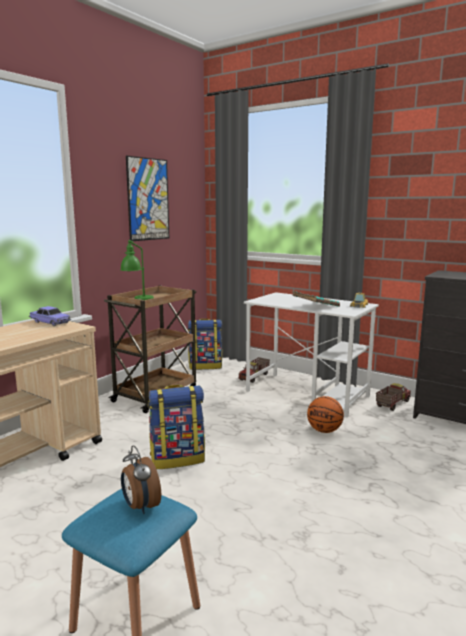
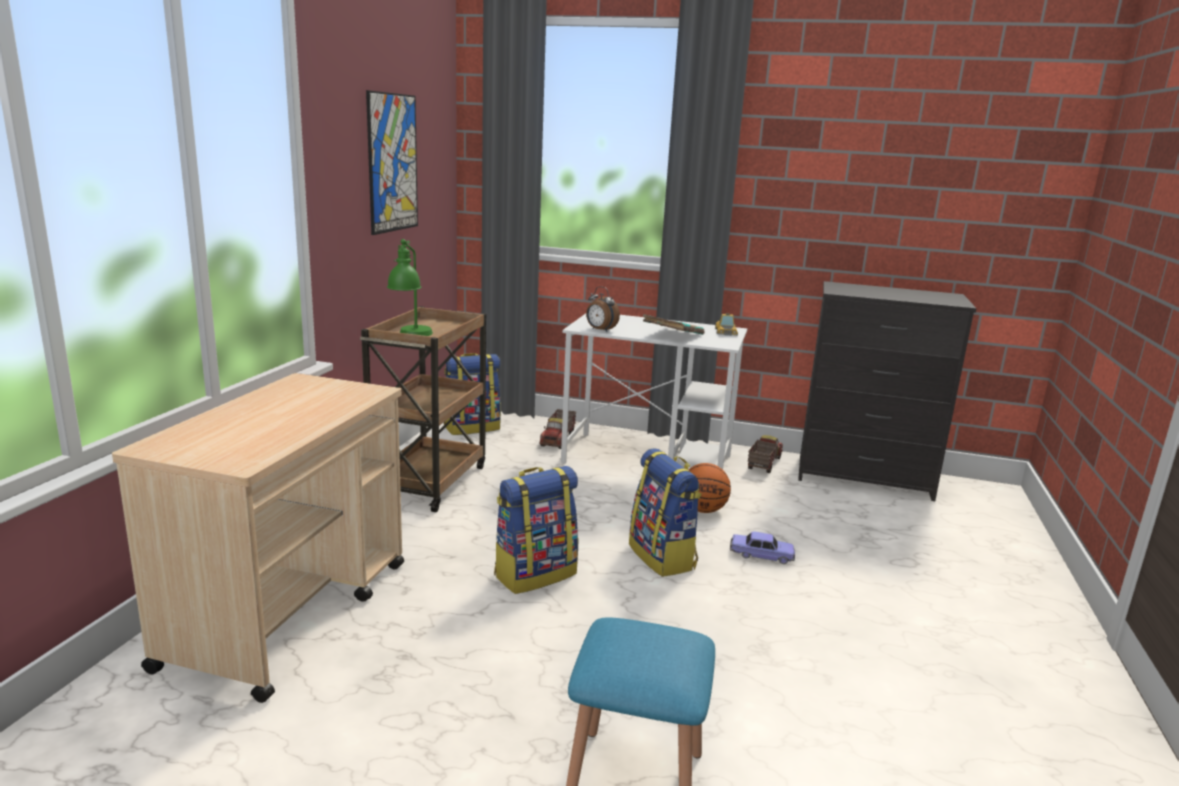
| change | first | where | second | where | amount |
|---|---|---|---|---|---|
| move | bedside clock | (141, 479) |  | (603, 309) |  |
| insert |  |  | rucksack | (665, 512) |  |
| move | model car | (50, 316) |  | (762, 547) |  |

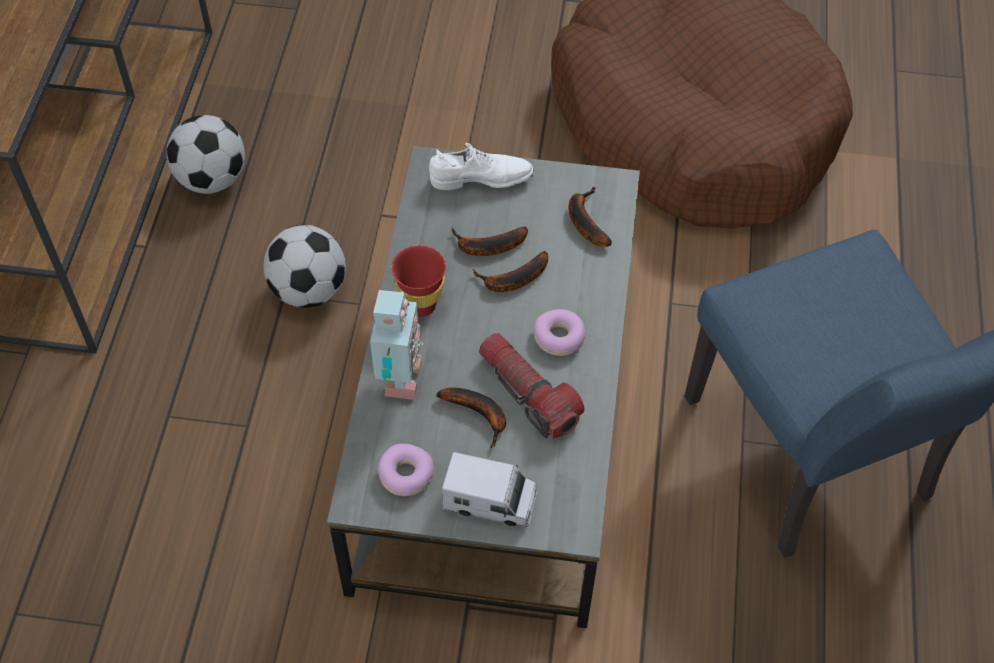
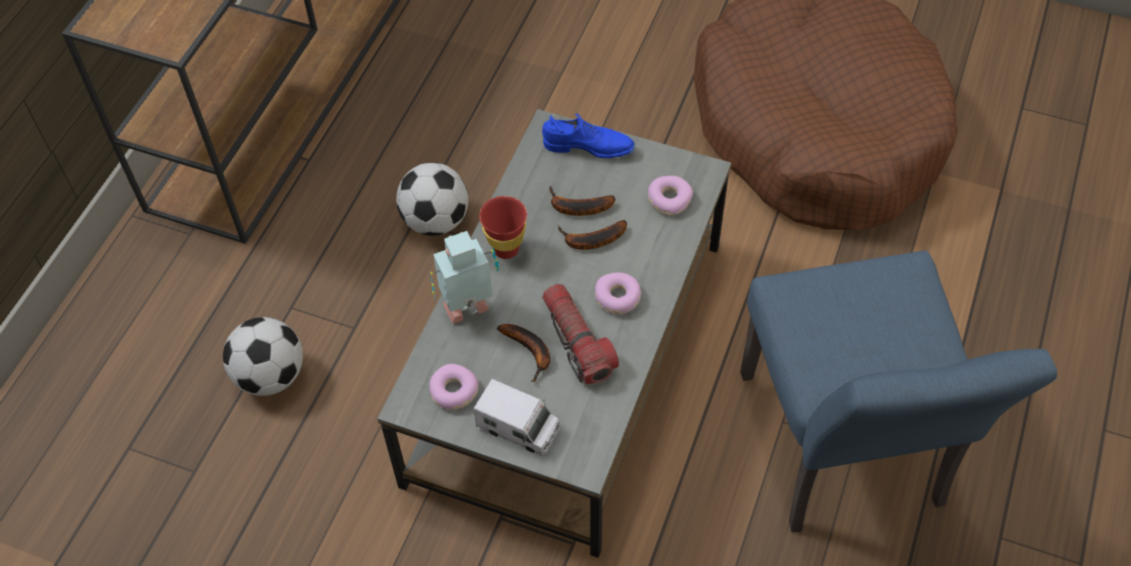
| change | first | where | second | where | amount |
|---|---|---|---|---|---|
| move | ball for football | (205, 154) |  | (263, 356) |  |
| rotate | robot figure | (397, 345) |  | (464, 277) | 135 degrees counterclockwise |
| recolor | shoe (whitish) | (481, 166) | shoe (bluish) | (588, 135) |  |
| replace | whole banana | (590, 217) | donut | (670, 195) |  |

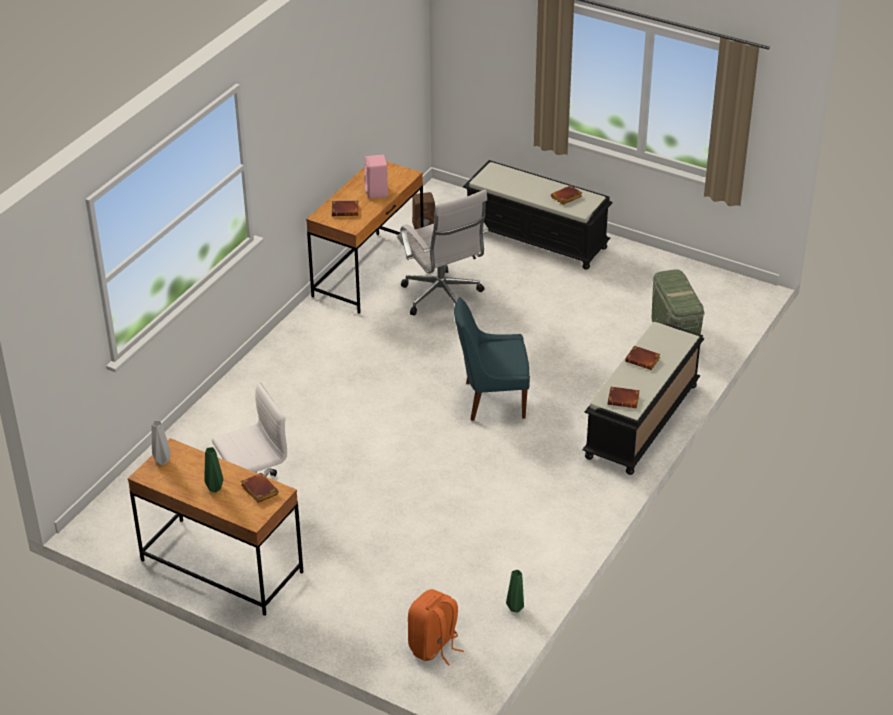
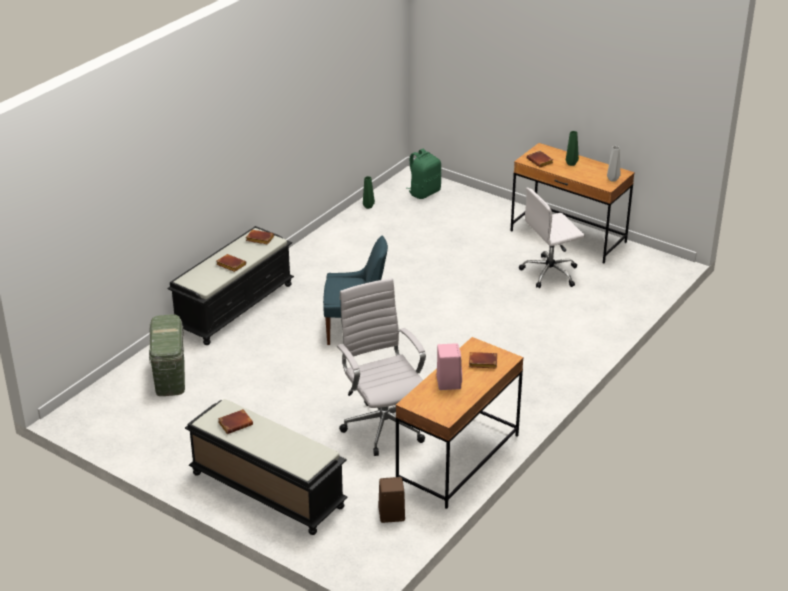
| change | first | where | second | where | amount |
|---|---|---|---|---|---|
| recolor | rucksack (orange-coloured) | (436, 627) | rucksack (green-coloured) | (424, 174) |  |

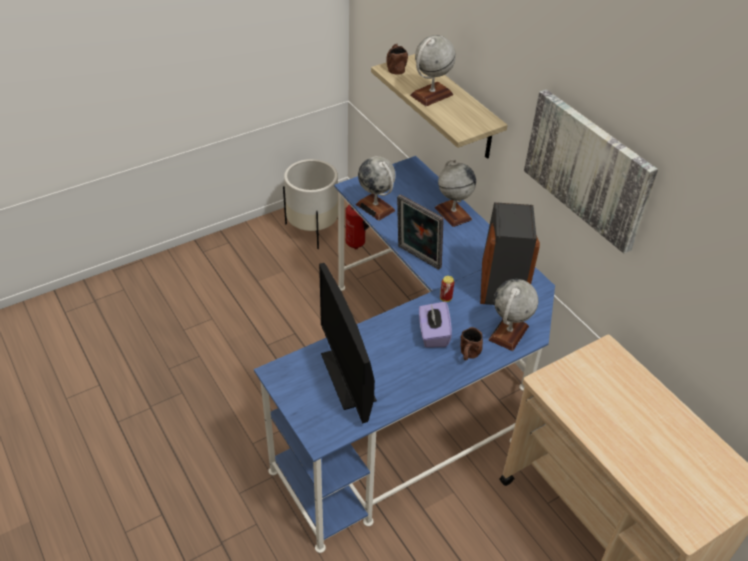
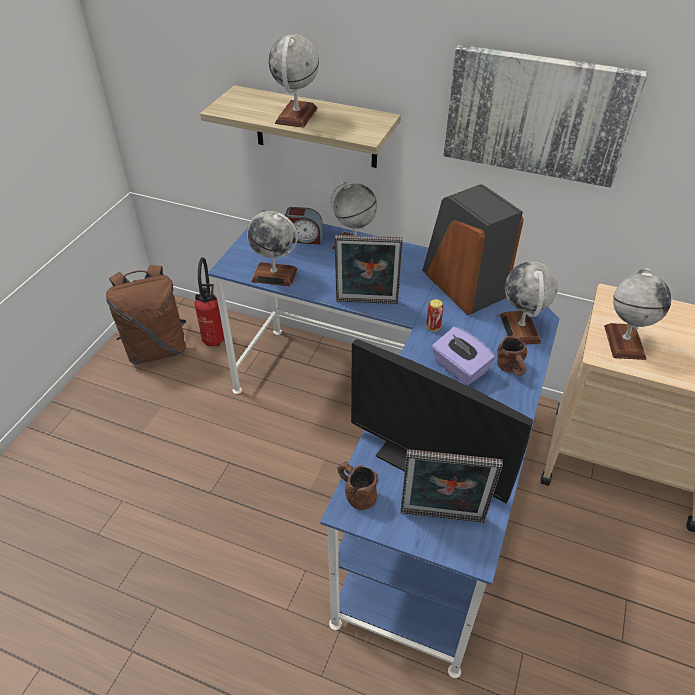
| change | first | where | second | where | amount |
|---|---|---|---|---|---|
| replace | plant pot (whitish) | (310, 204) | rucksack (brownish) | (146, 315) |  |
| insert |  |  | bedside clock | (304, 225) |  |
| move | tea mug (brownish) | (397, 59) |  | (357, 485) |  |
| insert |  |  | picture frame | (452, 486) |  |
| insert |  |  | world globe | (637, 314) |  |

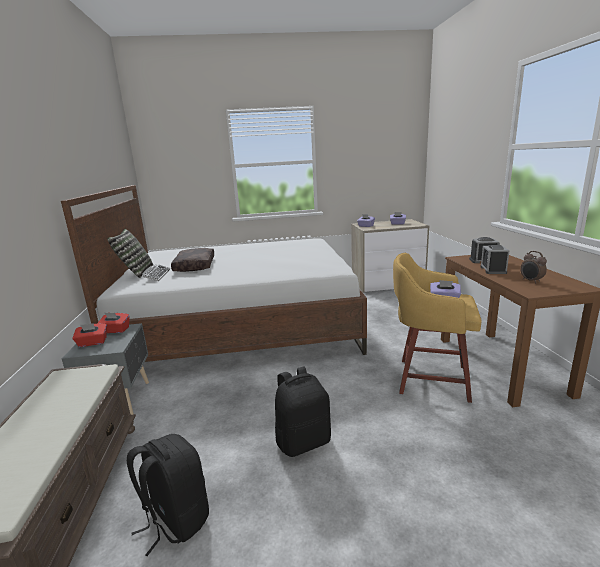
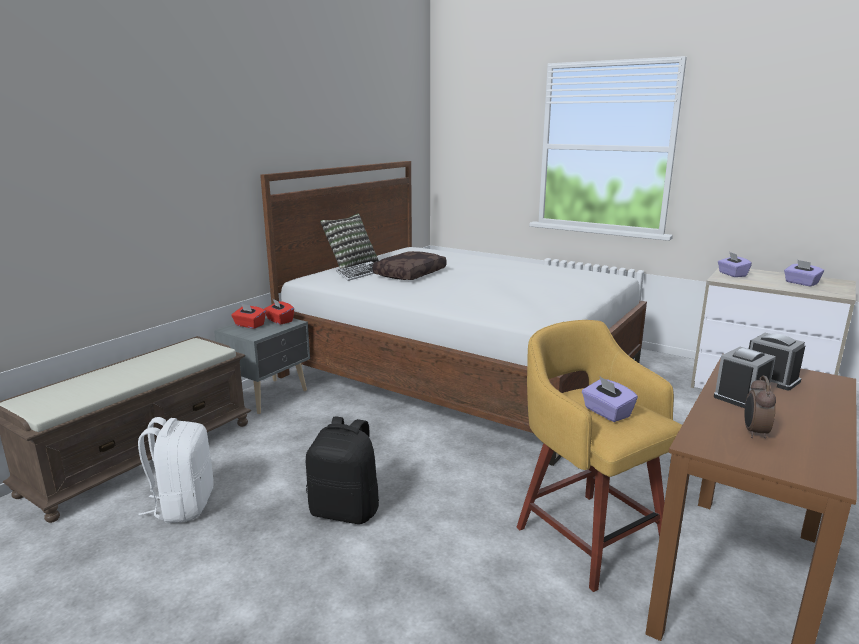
| change | first | where | second | where | amount |
|---|---|---|---|---|---|
| recolor | rucksack (black-coloured) | (168, 495) | rucksack (whitish) | (176, 470) |  |

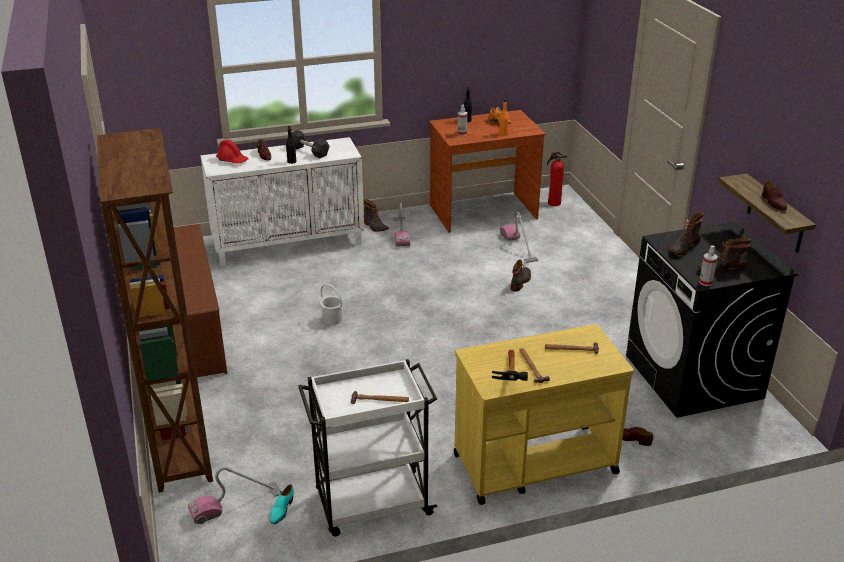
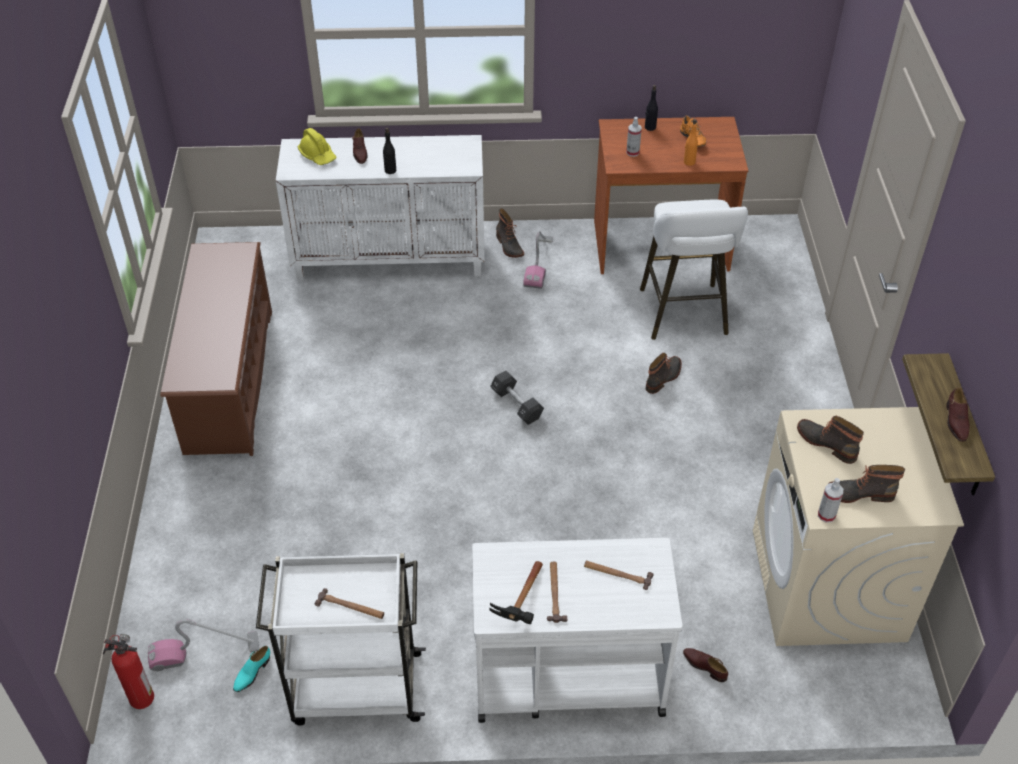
| change | first | where | second | where | amount |
|---|---|---|---|---|---|
| move | fire-fighting cylinder | (557, 179) |  | (128, 671) |  |
| recolor | hard hat (red-coloured) | (232, 152) | hard hat (yellow-coloured) | (317, 146) |  |
| recolor | cart (yellow-coloured) | (544, 414) | cart (whitish) | (577, 630) |  |
| move | hand weight (black-coloured) | (310, 144) |  | (517, 398) |  |
| replace | vacuum | (519, 237) | stool (whitish) | (694, 270) |  |
| recolor | laundry machine (black-coloured) | (712, 319) | laundry machine (beige) | (858, 526) |  |
| rotate | high-top boot | (686, 233) |  | (830, 440) | 75 degrees clockwise |
| delete | shelving unit (brownish) | (155, 310) |  |  |  |
| delete | pail (whitish) | (331, 304) |  |  |  |

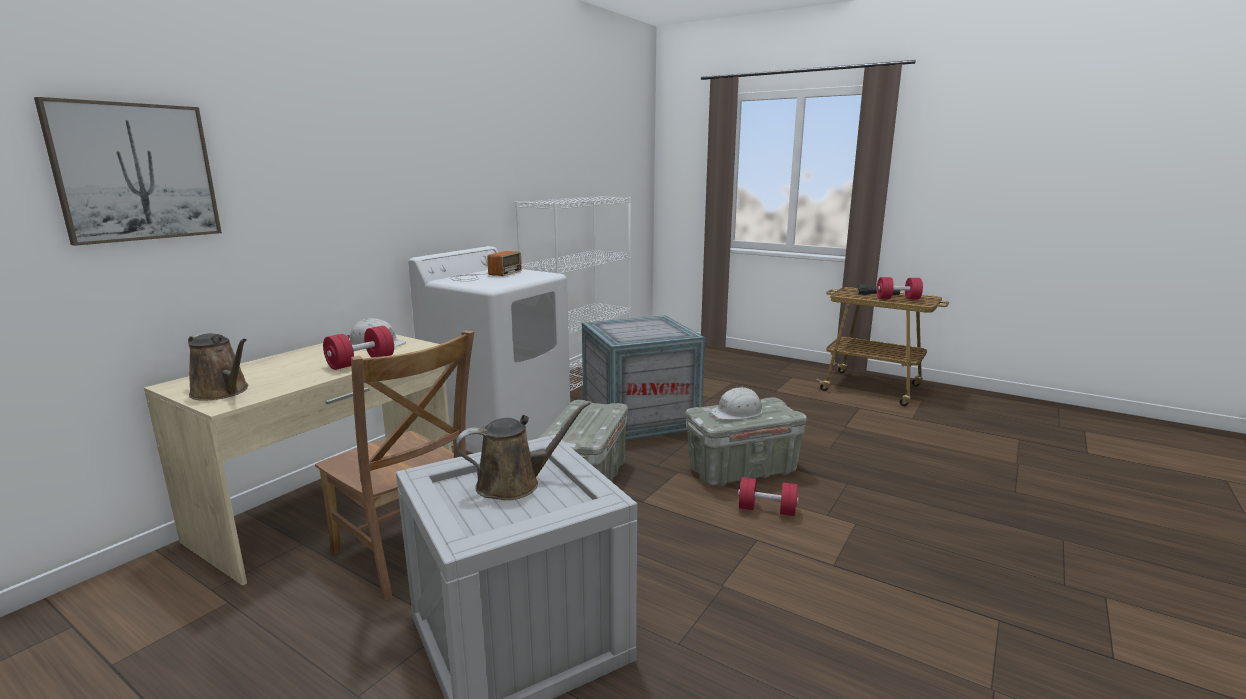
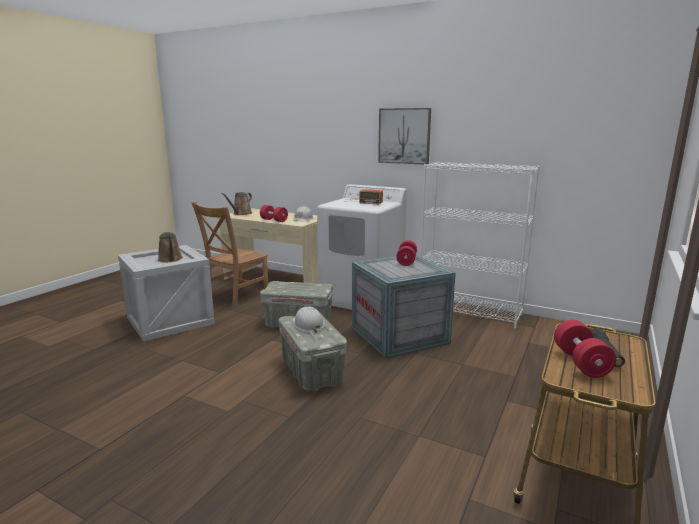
| change | first | where | second | where | amount |
|---|---|---|---|---|---|
| move | wall picture | (128, 171) |  | (404, 136) |  |
| move | hand weight (red-coloured) | (768, 496) |  | (406, 253) |  |

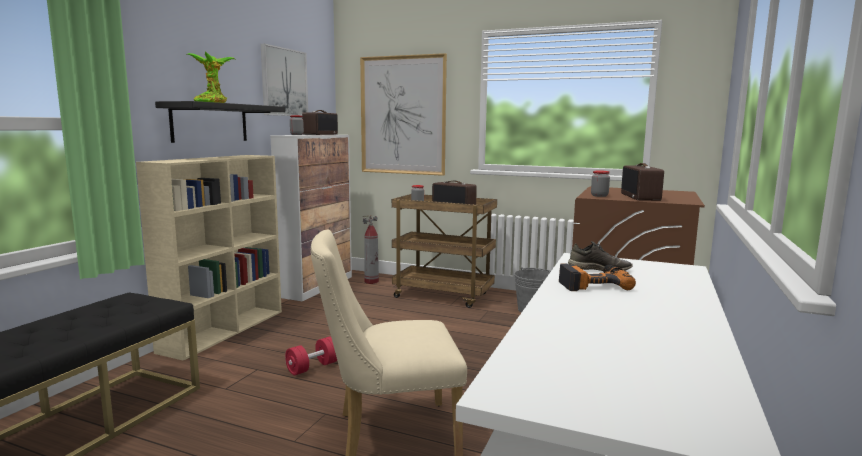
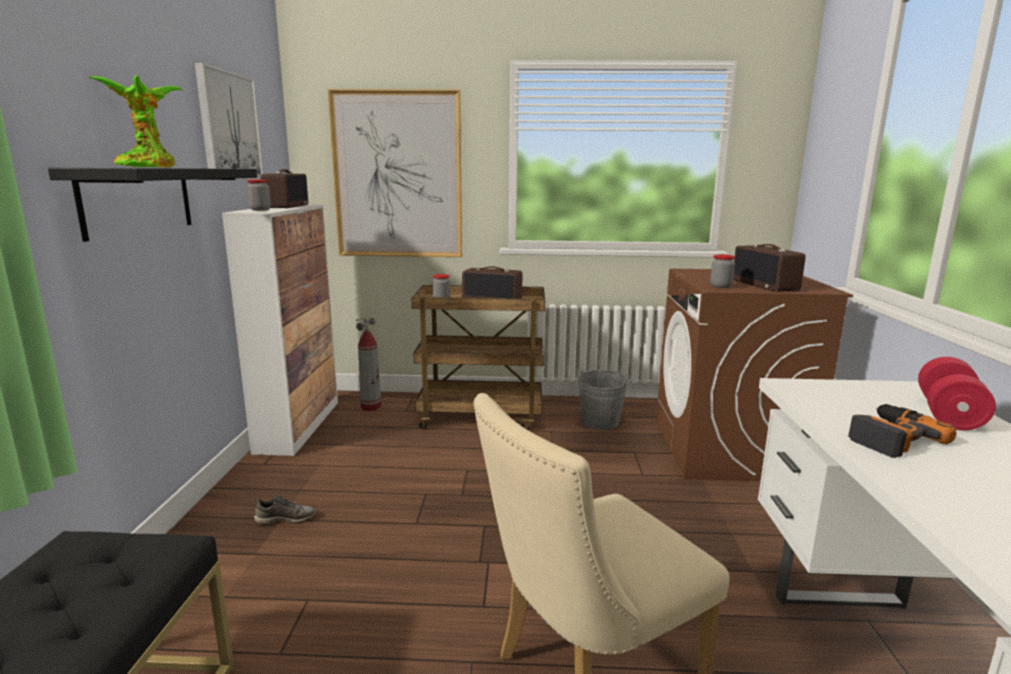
| change | first | where | second | where | amount |
|---|---|---|---|---|---|
| move | shoe (grey) | (600, 256) |  | (285, 510) |  |
| move | hand weight (red-coloured) | (311, 356) |  | (957, 393) |  |
| delete | shelving unit (beige) | (209, 258) |  |  |  |

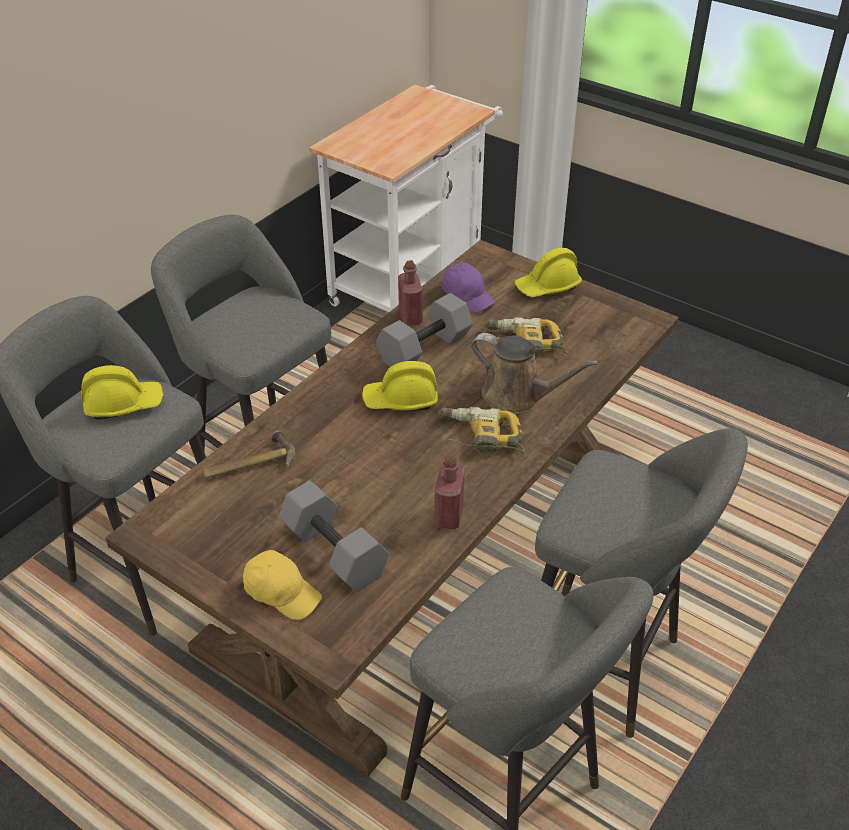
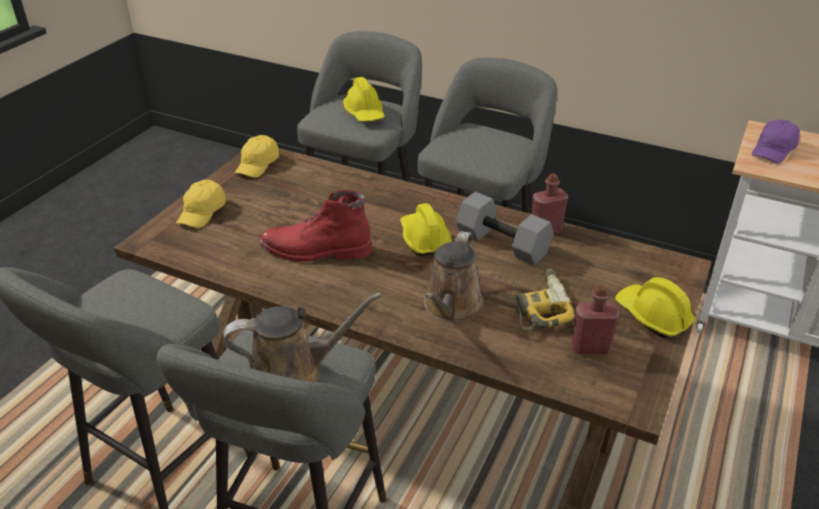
| change | first | where | second | where | amount |
|---|---|---|---|---|---|
| insert |  |  | watering pot (brownish) | (302, 337) |  |
| insert |  |  | baseball cap (yellow-coloured) | (257, 156) |  |
| insert |  |  | high-top boot (red-coloured) | (316, 226) |  |
| move | drink bottle (red-coloured) | (449, 492) |  | (596, 319) |  |
| move | baseball cap (purplish) | (469, 288) |  | (776, 141) |  |
| delete | tool hammer | (249, 454) |  |  |  |
| delete | hand weight (grey) | (334, 536) |  |  |  |
| delete | drill | (481, 430) |  |  |  |

